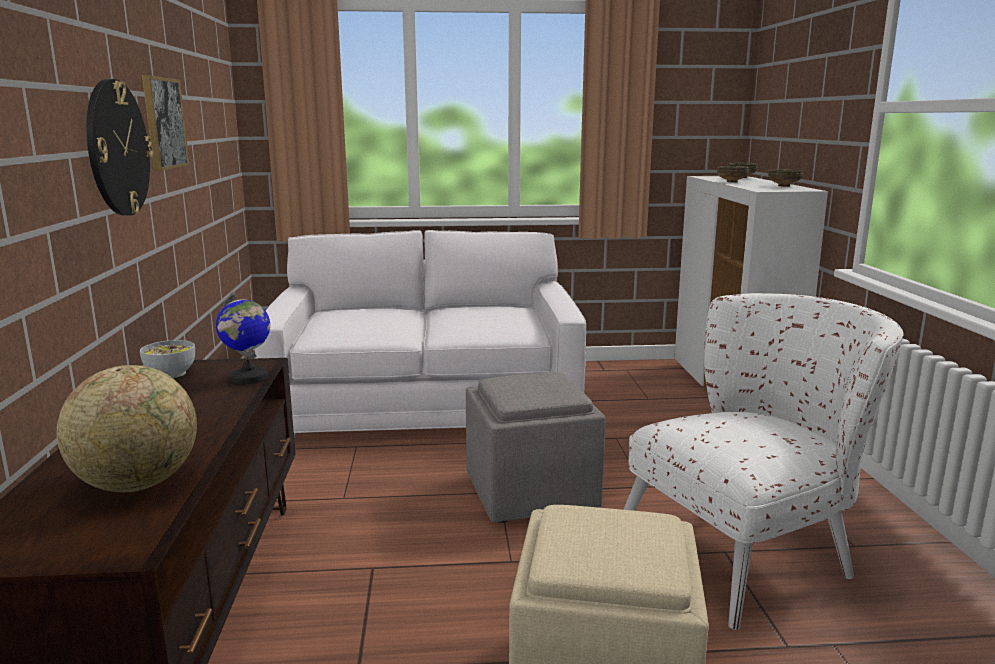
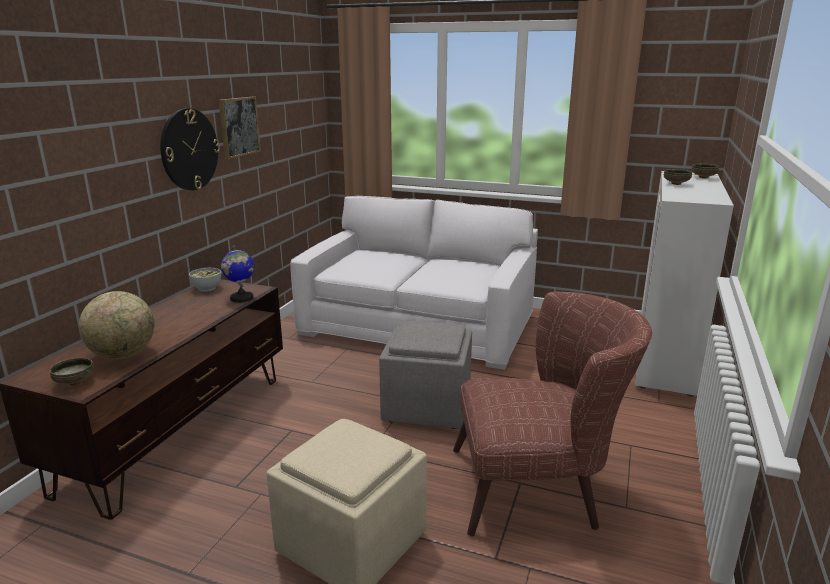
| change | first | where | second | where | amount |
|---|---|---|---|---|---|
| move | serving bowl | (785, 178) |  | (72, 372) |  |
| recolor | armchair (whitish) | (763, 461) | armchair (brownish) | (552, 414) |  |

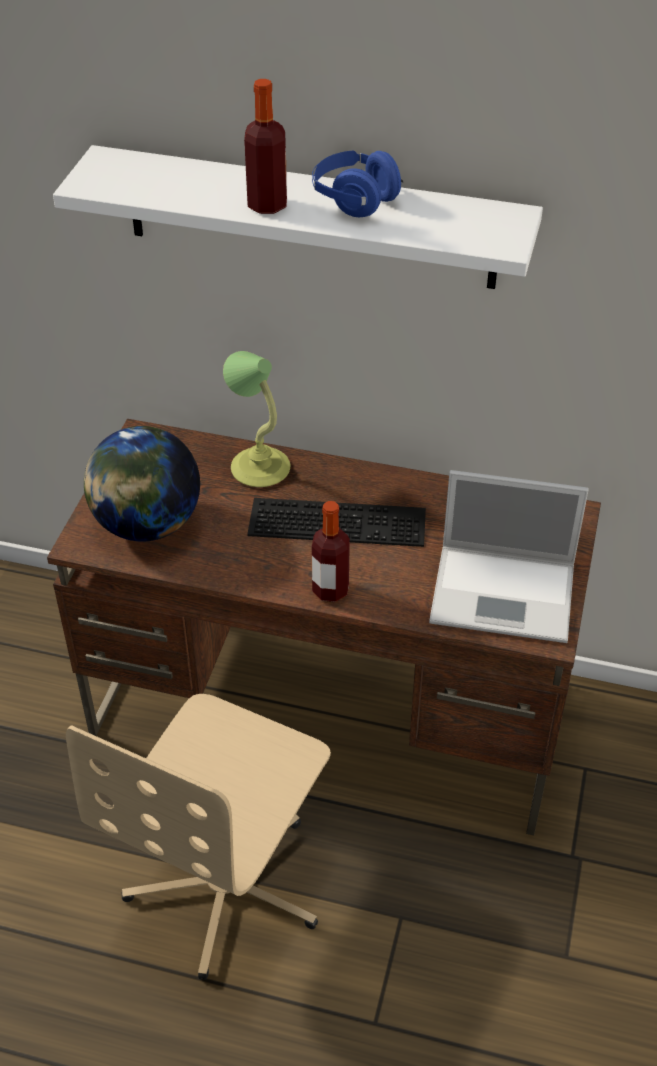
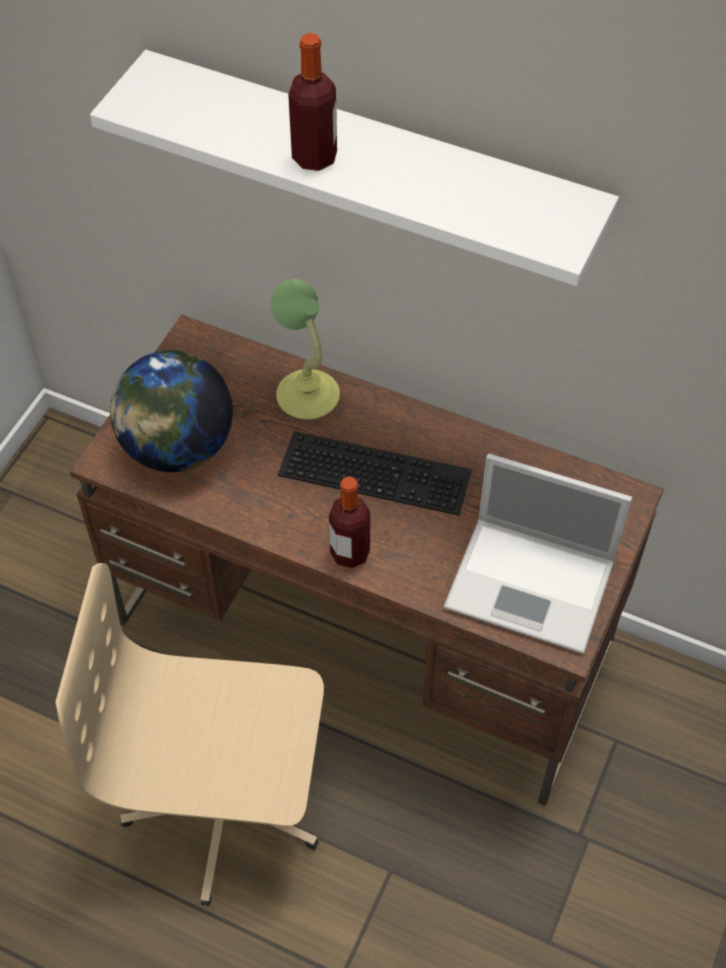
| change | first | where | second | where | amount |
|---|---|---|---|---|---|
| rotate | desk chair (beige) | (198, 837) |  | (189, 734) | 60 degrees clockwise |
| delete | headphones (bluish) | (358, 183) |  |  |  |

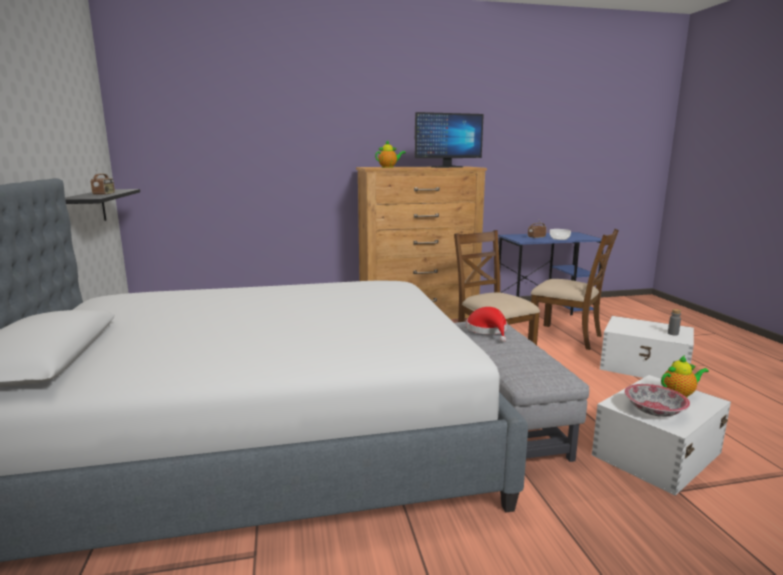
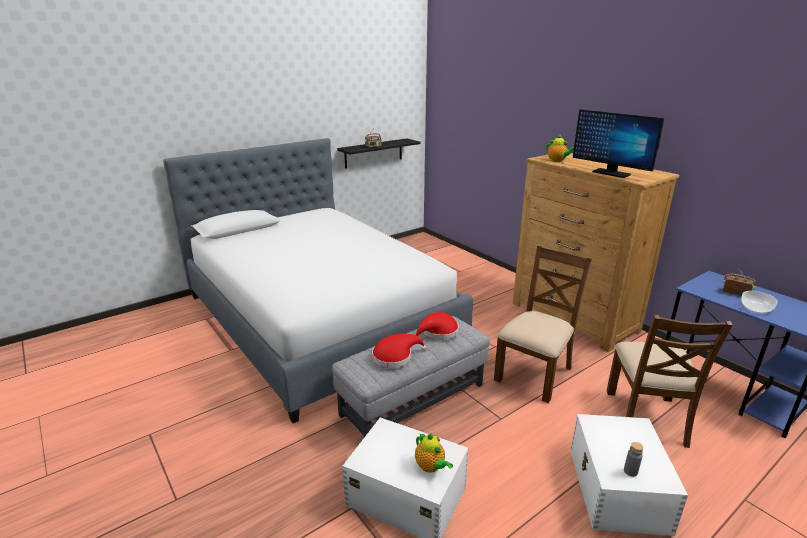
| change | first | where | second | where | amount |
|---|---|---|---|---|---|
| insert |  |  | hat (red-coloured) | (399, 350) |  |
| delete | serving bowl | (657, 400) |  |  |  |

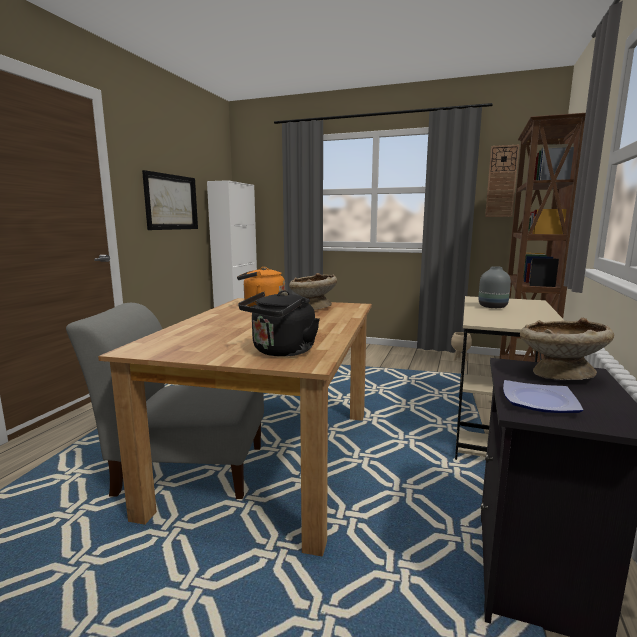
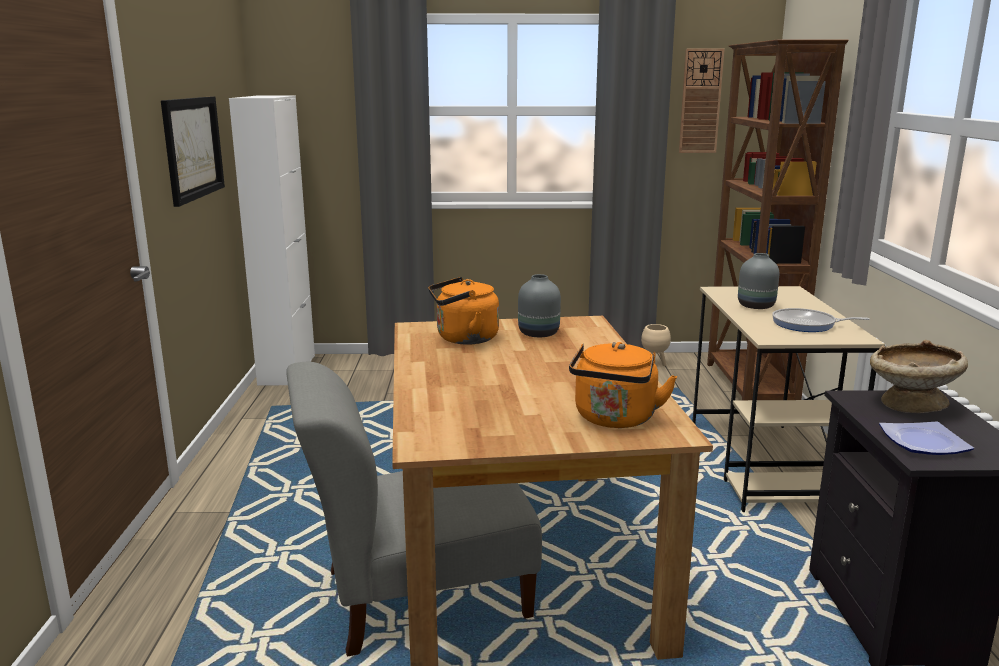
| change | first | where | second | where | amount |
|---|---|---|---|---|---|
| replace | serving bowl (beige) | (313, 291) | vase (grey) | (539, 305) |  |
| recolor | water kettle (black-coloured) | (279, 323) | water kettle (orange-coloured) | (623, 385) |  |
| insert |  |  | frying pan | (821, 320) |  |

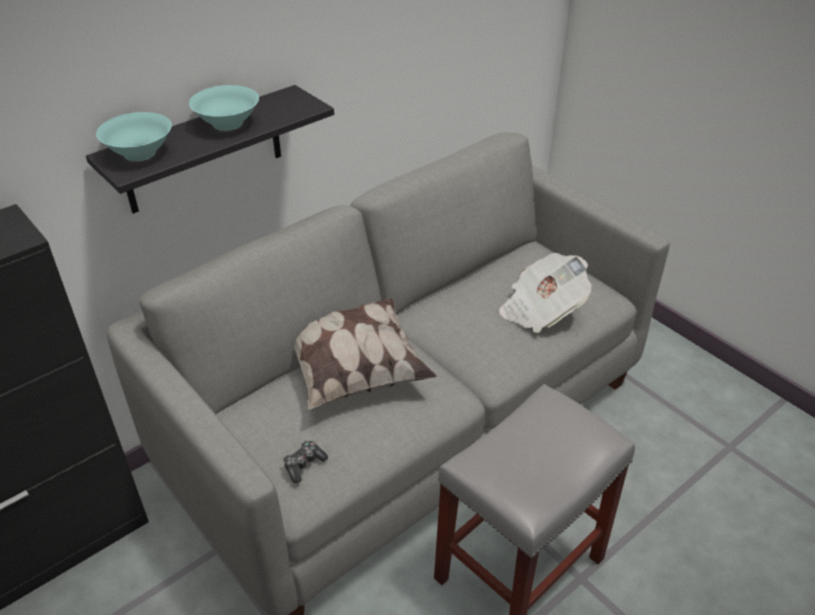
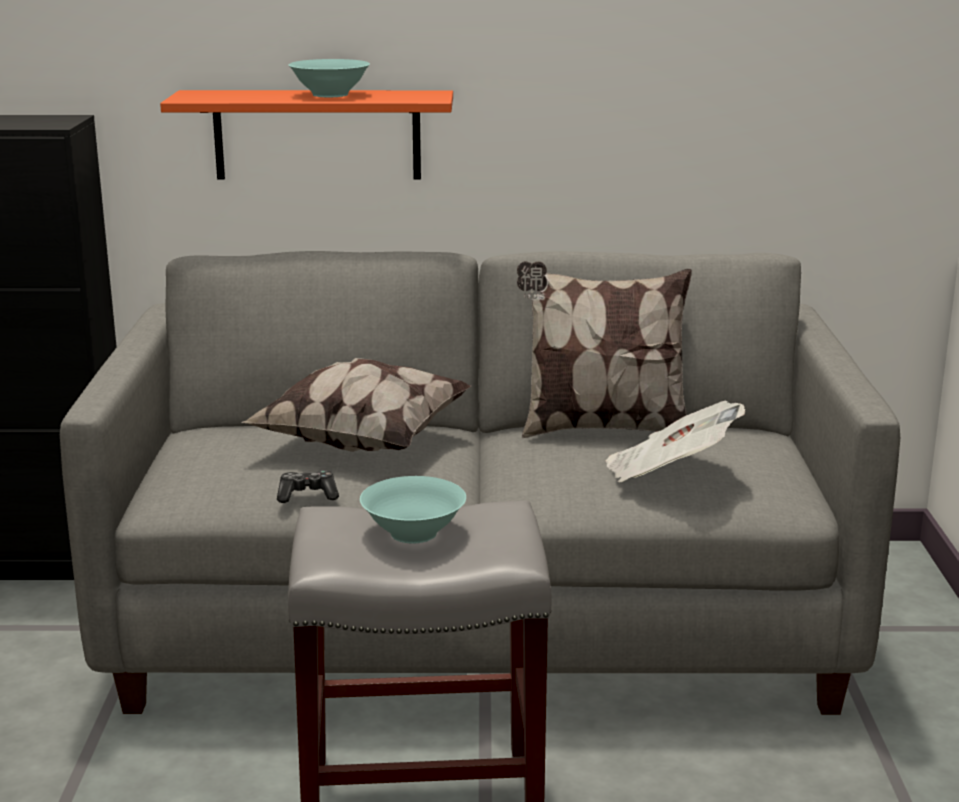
| change | first | where | second | where | amount |
|---|---|---|---|---|---|
| recolor | wall shelf (black-coloured) | (210, 149) | wall shelf (orange-coloured) | (306, 135) |  |
| move | game controller | (305, 462) |  | (308, 486) |  |
| move | serving bowl (turquoise-coloured) | (134, 136) |  | (413, 510) |  |
| insert |  |  | pillow | (604, 349) |  |

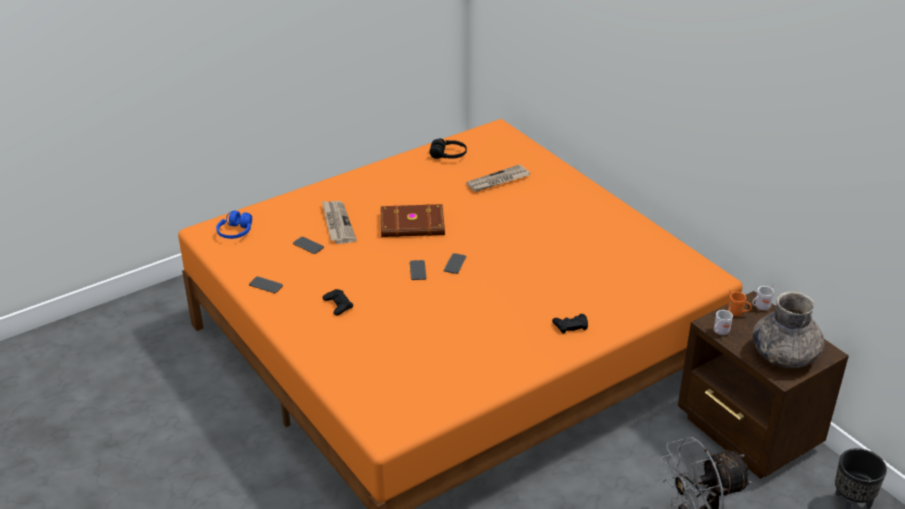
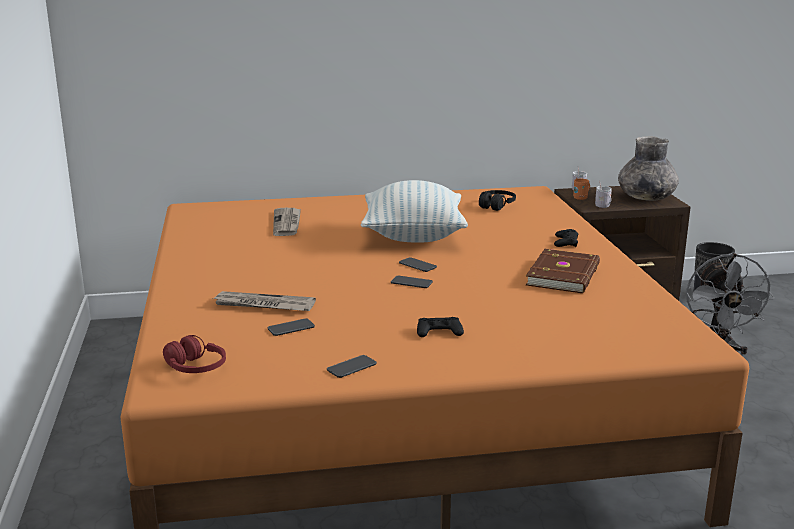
| change | first | where | second | where | amount |
|---|---|---|---|---|---|
| recolor | headphones (bluish) | (234, 225) | headphones (red-coloured) | (194, 354) |  |
| insert |  |  | pillow | (414, 211) |  |
| move | headphones (black-coloured) | (448, 149) |  | (497, 200) |  |
| move | book (brownish) | (413, 220) |  | (563, 271) |  |

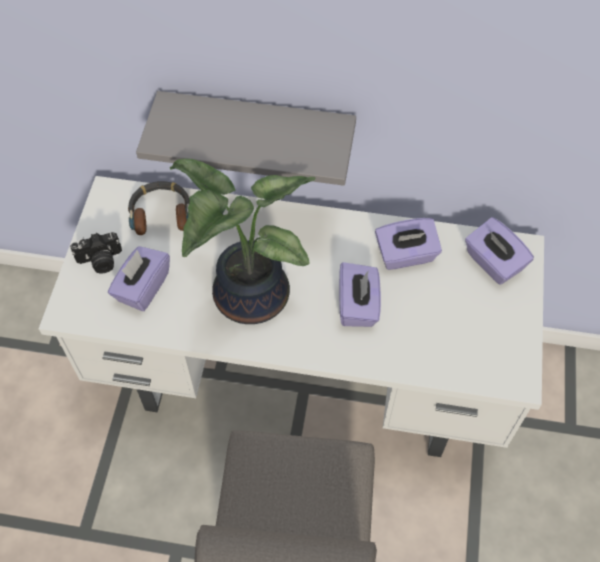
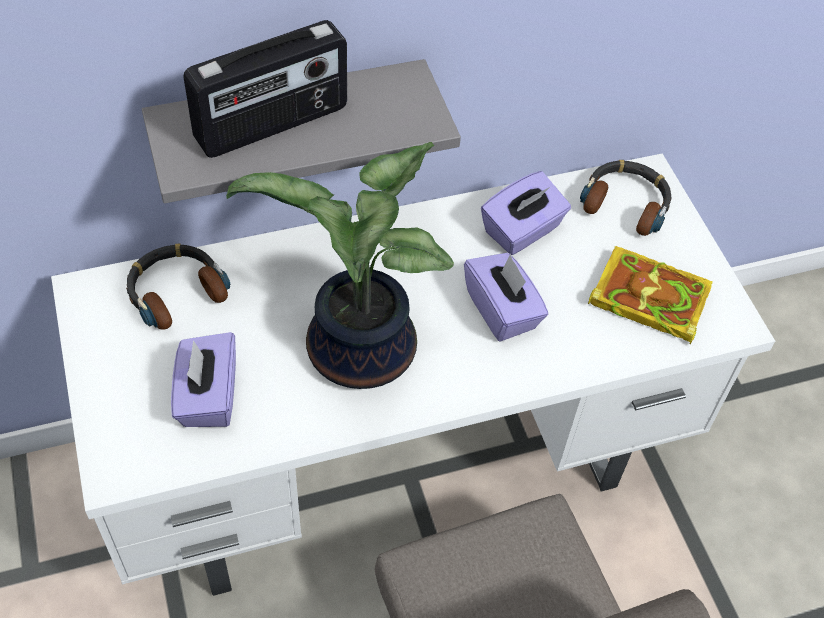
| change | first | where | second | where | amount |
|---|---|---|---|---|---|
| insert |  |  | radio set | (265, 89) |  |
| replace | tissue holder (purplish) | (499, 251) | headphones | (625, 198) |  |
| insert |  |  | book | (650, 295) |  |
| delete | still camera | (96, 252) |  |  |  |

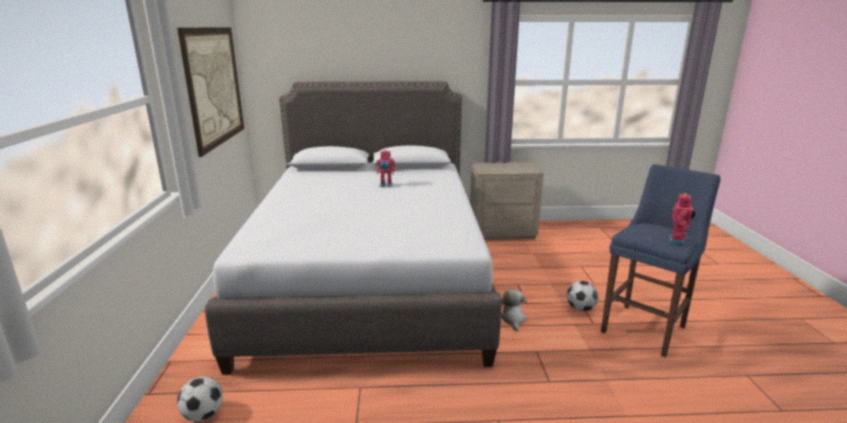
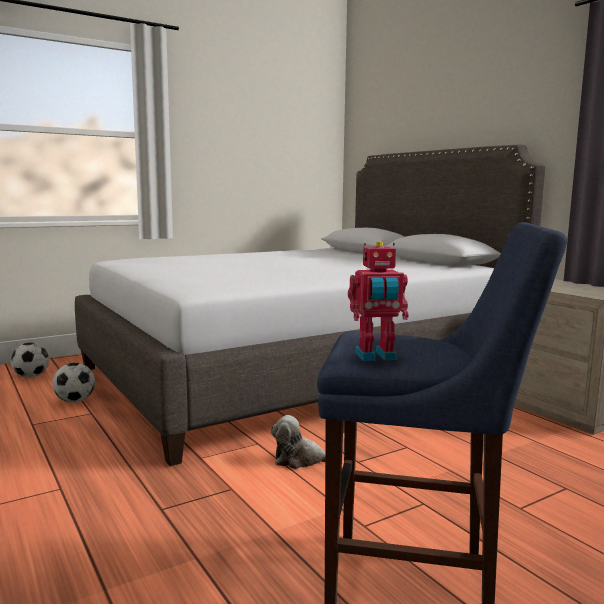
| change | first | where | second | where | amount |
|---|---|---|---|---|---|
| move | ball for football | (582, 296) |  | (73, 383) |  |
| rotate | cuddly toy | (514, 311) |  | (298, 442) | 150 degrees counterclockwise |
| delete | wall picture | (210, 92) |  |  |  |
| delete | robot figure | (386, 168) |  |  |  |

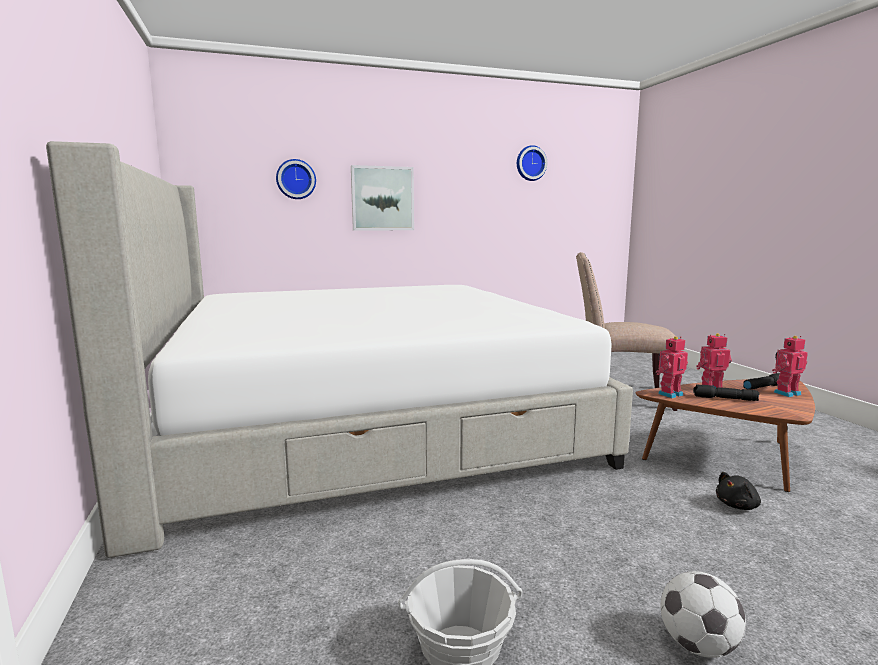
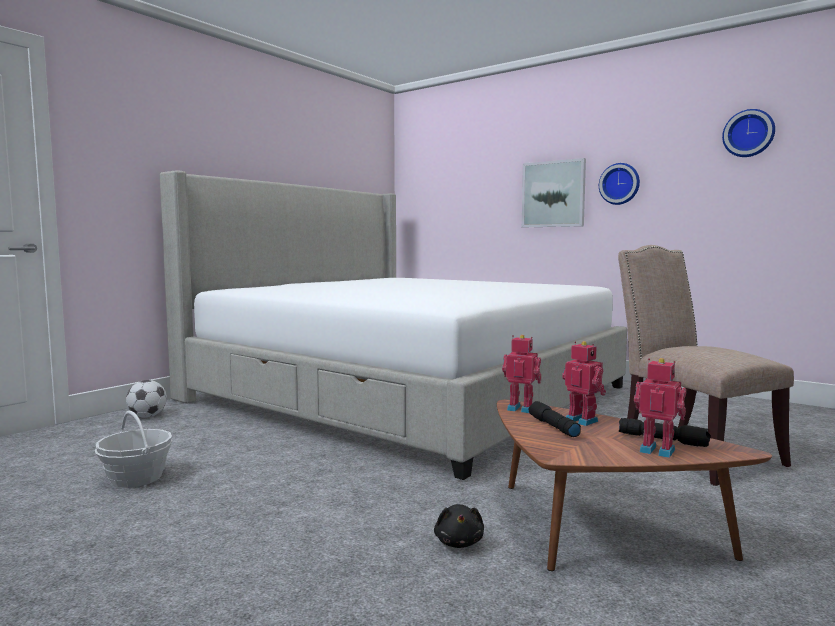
| change | first | where | second | where | amount |
|---|---|---|---|---|---|
| move | ball for football | (703, 614) |  | (146, 399) |  |
| rotate | cuddly toy (black-coloured) | (738, 491) |  | (459, 526) | 120 degrees counterclockwise |
| move | clock on the wall | (296, 179) |  | (619, 184) |  |

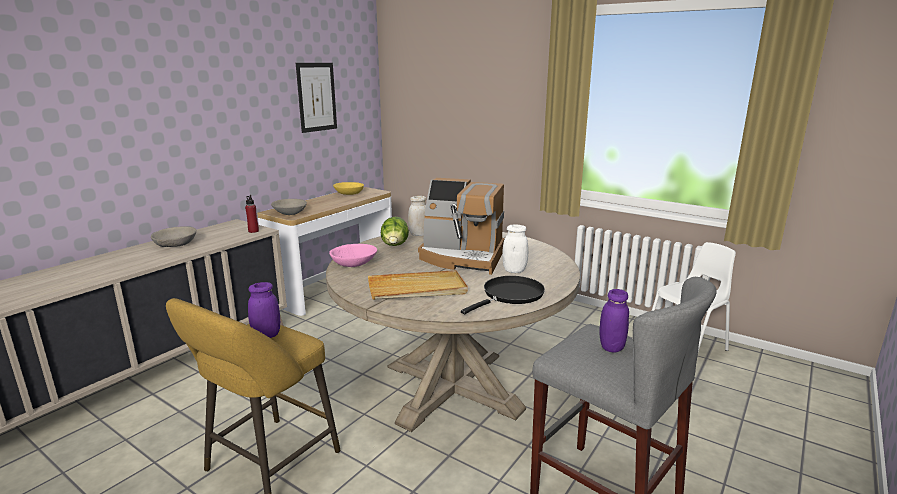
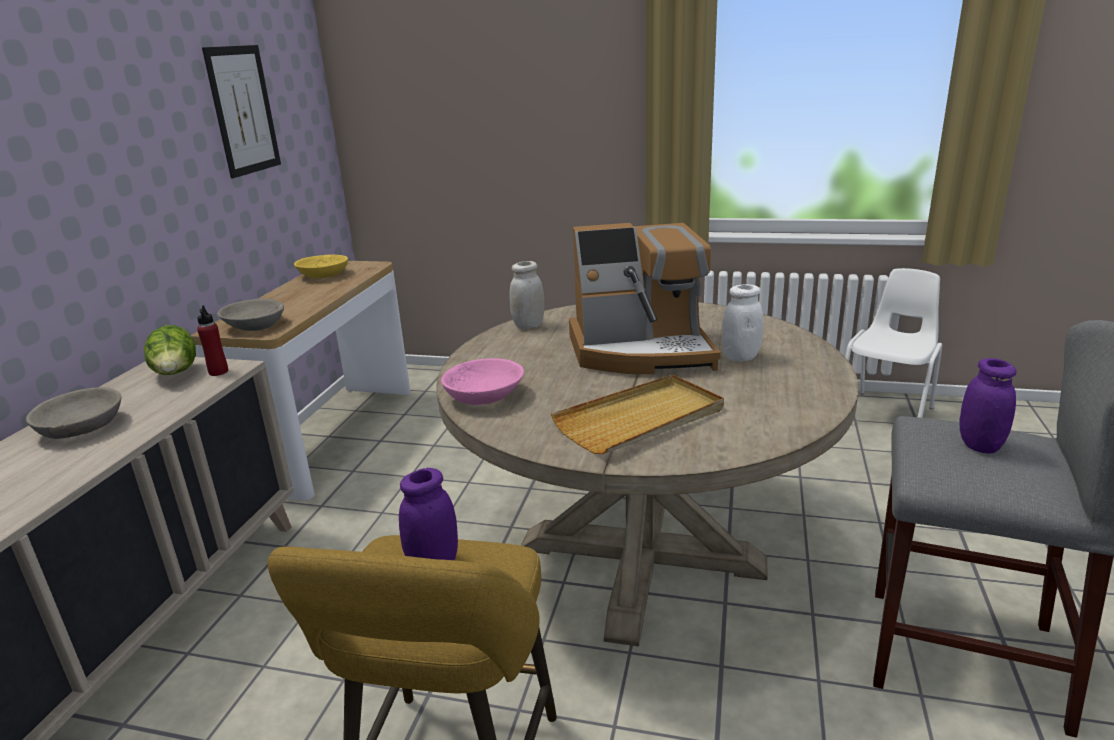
| change | first | where | second | where | amount |
|---|---|---|---|---|---|
| move | lettuce | (395, 231) |  | (170, 350) |  |
| delete | frying pan (black-coloured) | (503, 295) |  |  |  |

